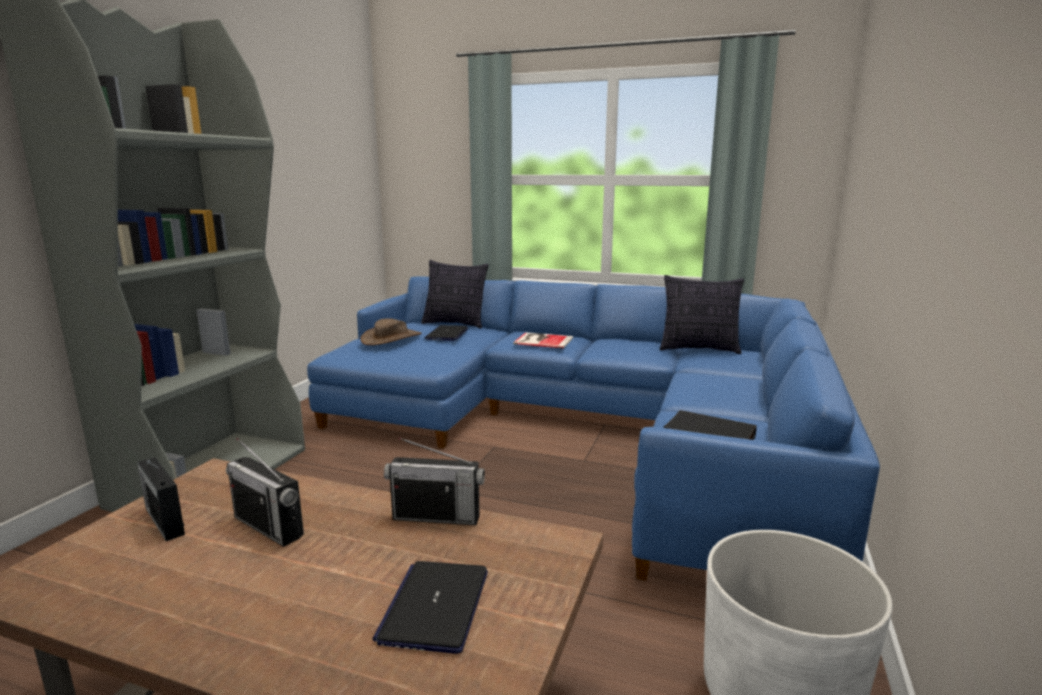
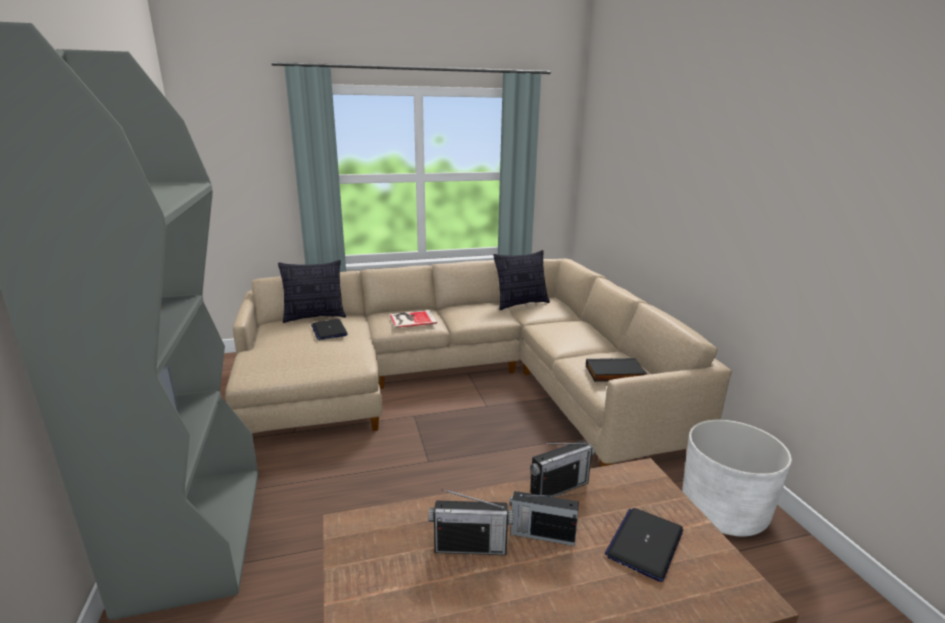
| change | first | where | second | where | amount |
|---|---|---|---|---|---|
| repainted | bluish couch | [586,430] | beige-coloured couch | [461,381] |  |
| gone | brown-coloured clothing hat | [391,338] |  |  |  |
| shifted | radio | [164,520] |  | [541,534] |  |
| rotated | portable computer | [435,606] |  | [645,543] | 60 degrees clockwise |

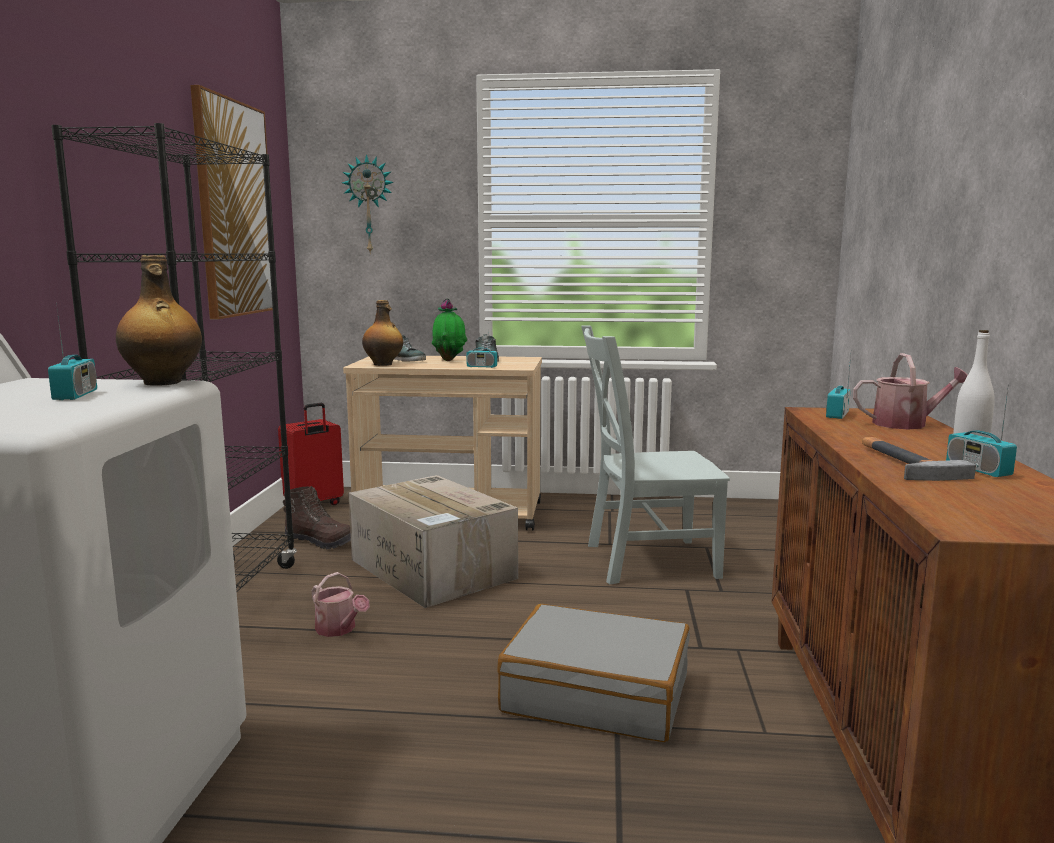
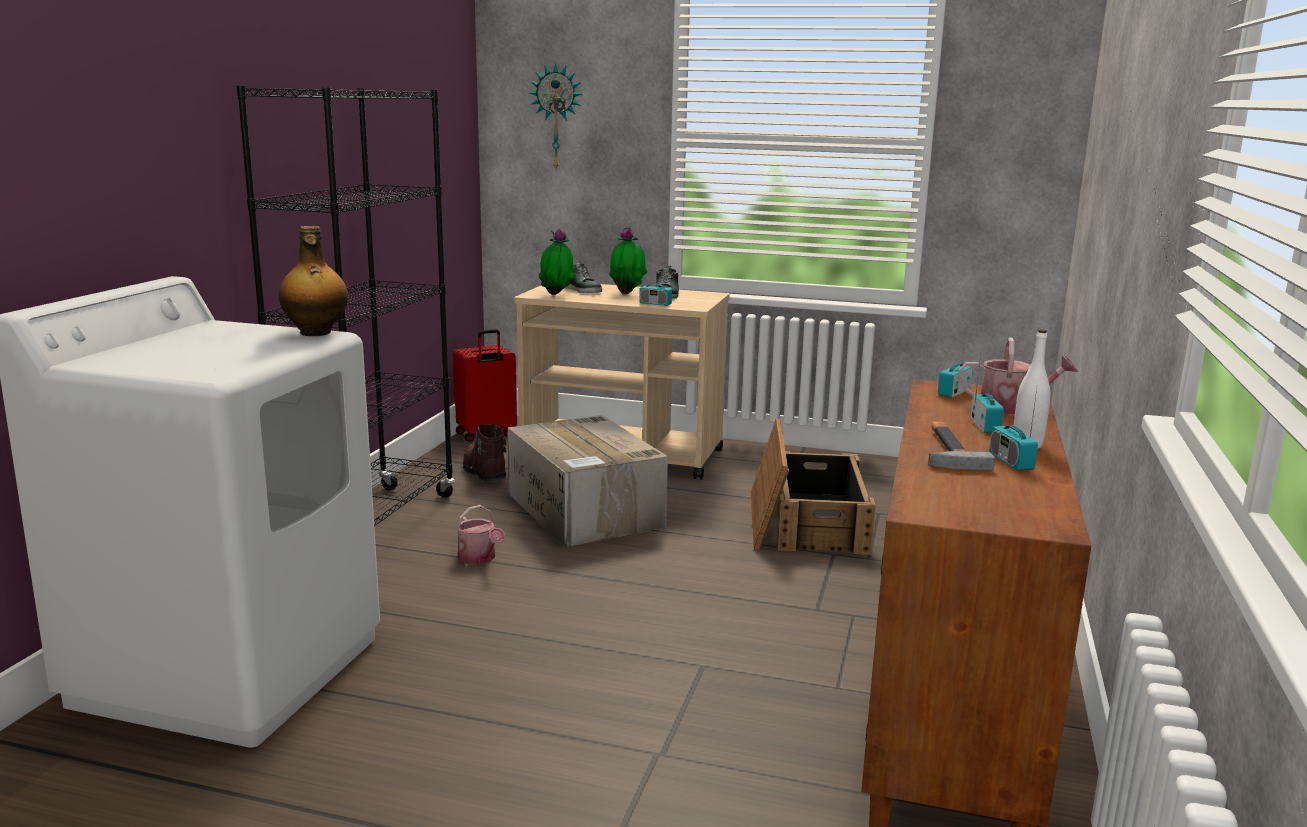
| change | first | where | second | where | amount |
|---|---|---|---|---|---|
| gone | picture | [234,209] |  |  |  |
| swapped | bottle | [383,364] | plant in a pot | [556,295] |  |
| shifted | radio | [76,395] |  | [985,426] |  |
| swapped | grey plain chair | [644,561] | crate | [804,521] |  |
| rotated | brown-coloured high-top boot | [320,541] |  | [483,473] | 150 degrees counterclockwise |
| gone | grey travel case | [596,694] |  |  |  |

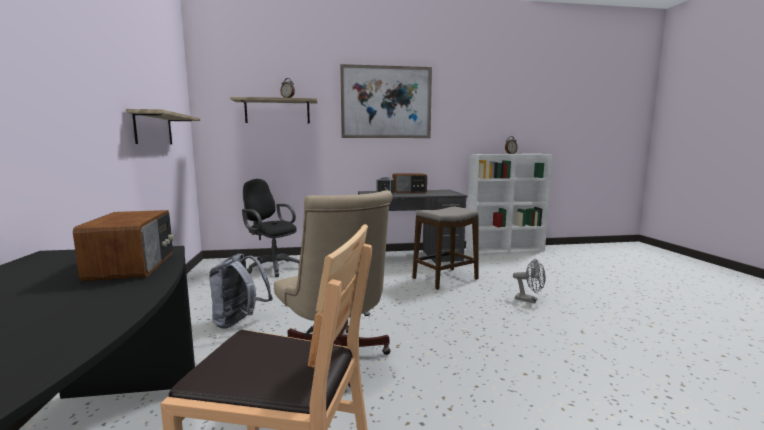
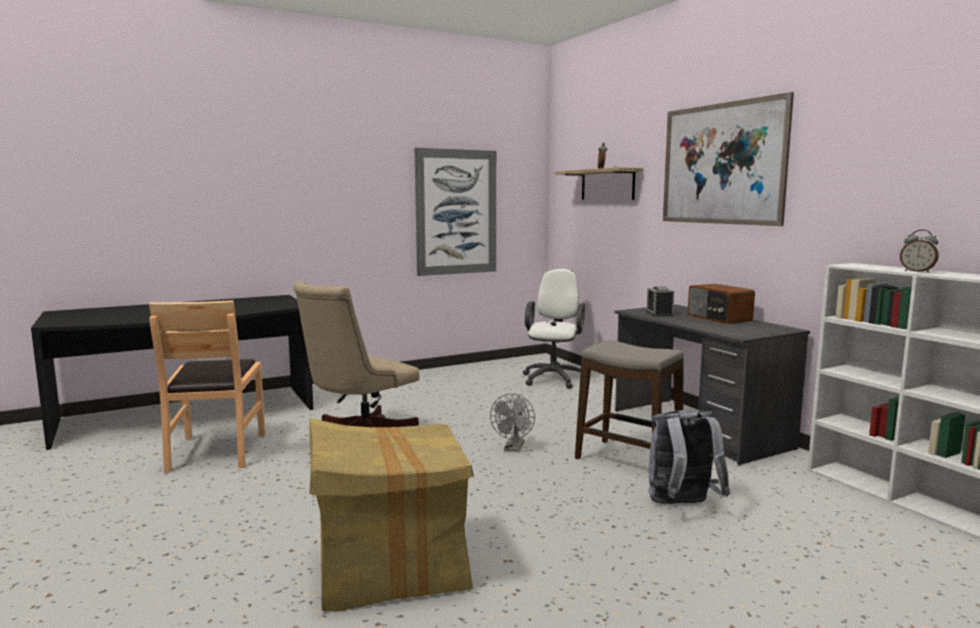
| change | first | where | second | where | amount |
|---|---|---|---|---|---|
| swapped | wall shelf | [153,129] | picture | [456,212] |  |
| repainted | blackish computer chair | [272,267] | white-coloured computer chair | [554,378] |  |
| gone | radio | [134,265] |  |  |  |
| shifted | grey rucksack | [239,322] |  | [681,505] |  |
| shifted | grey fan | [529,300] |  | [513,448] |  |
| new |  |  | carton | [390,566] |  |

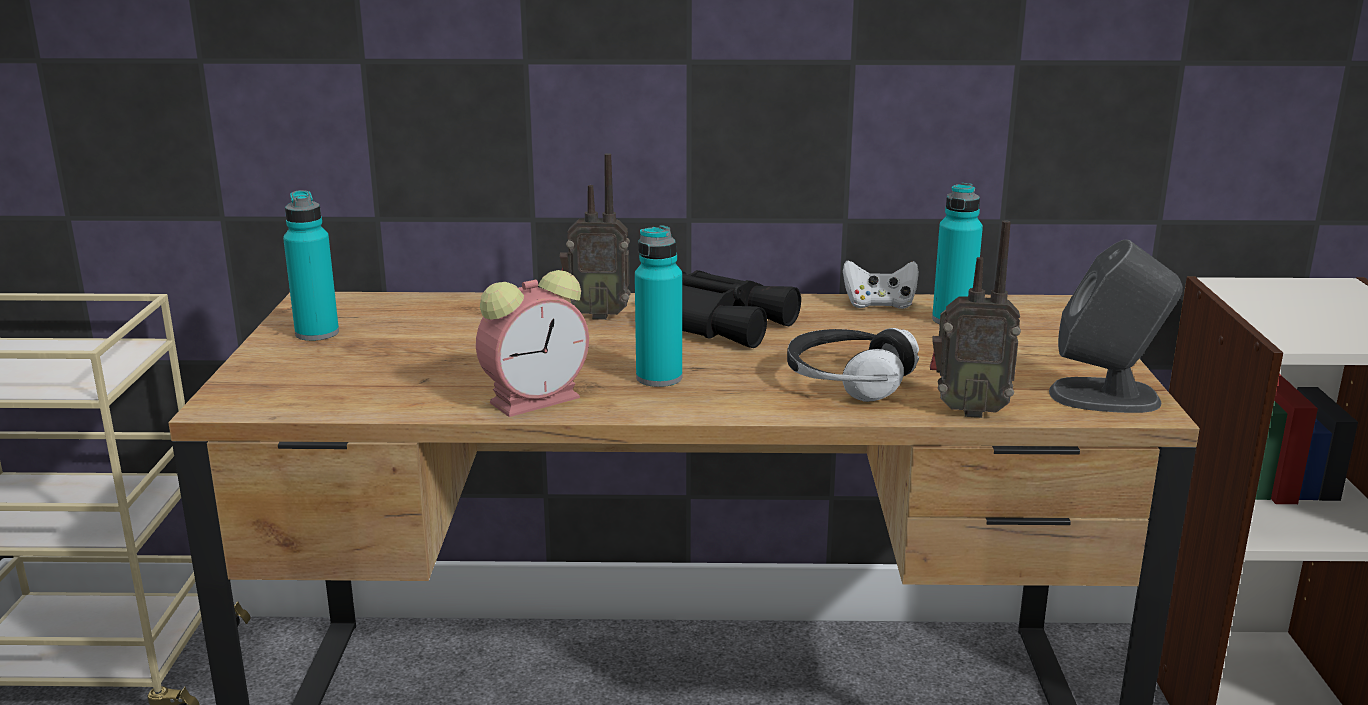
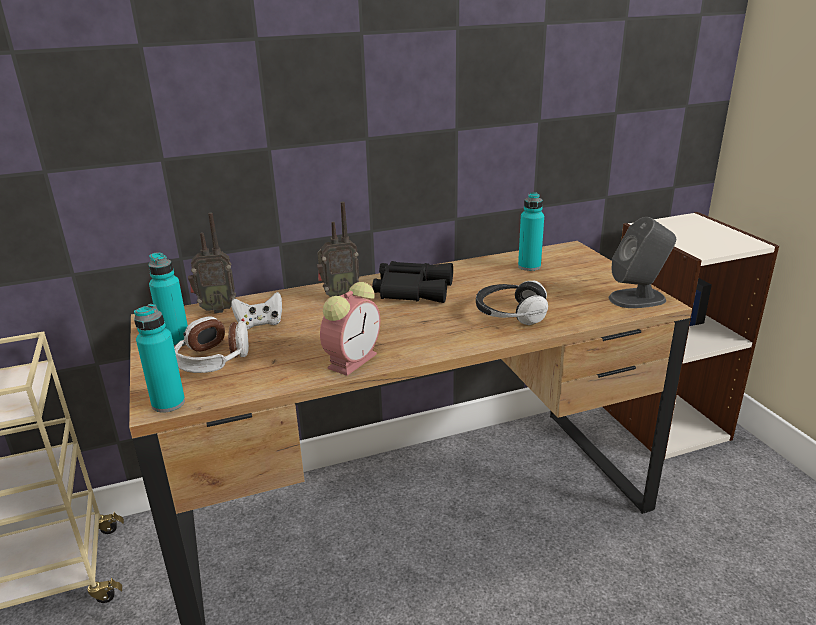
| change | first | where | second | where | amount |
|---|---|---|---|---|---|
| shifted | radio | [967,410] |  | [216,309] |  |
| shifted | turquoise-coloured bottle | [659,378] |  | [168,403] |  |
| shifted | white-coloured gamepad | [879,305] |  | [260,324] |  |
| new |  |  | pair of headphones | [213,359] |  |

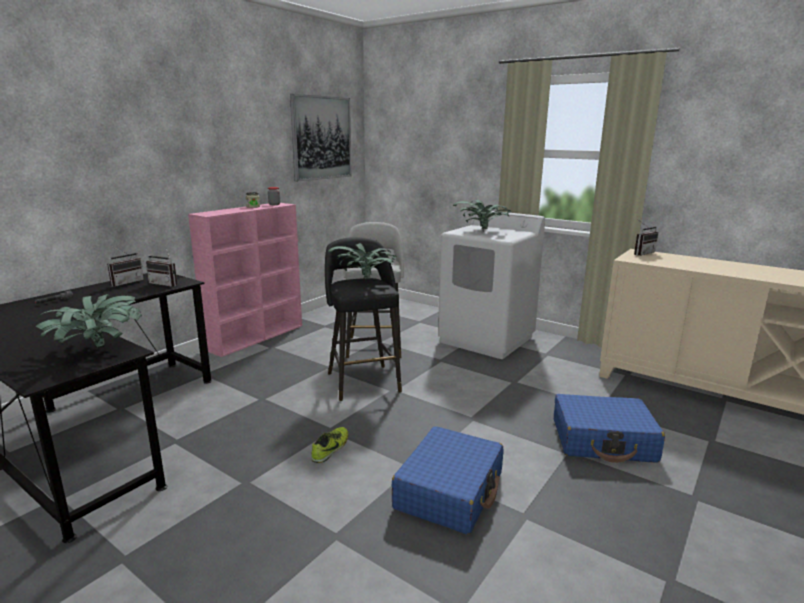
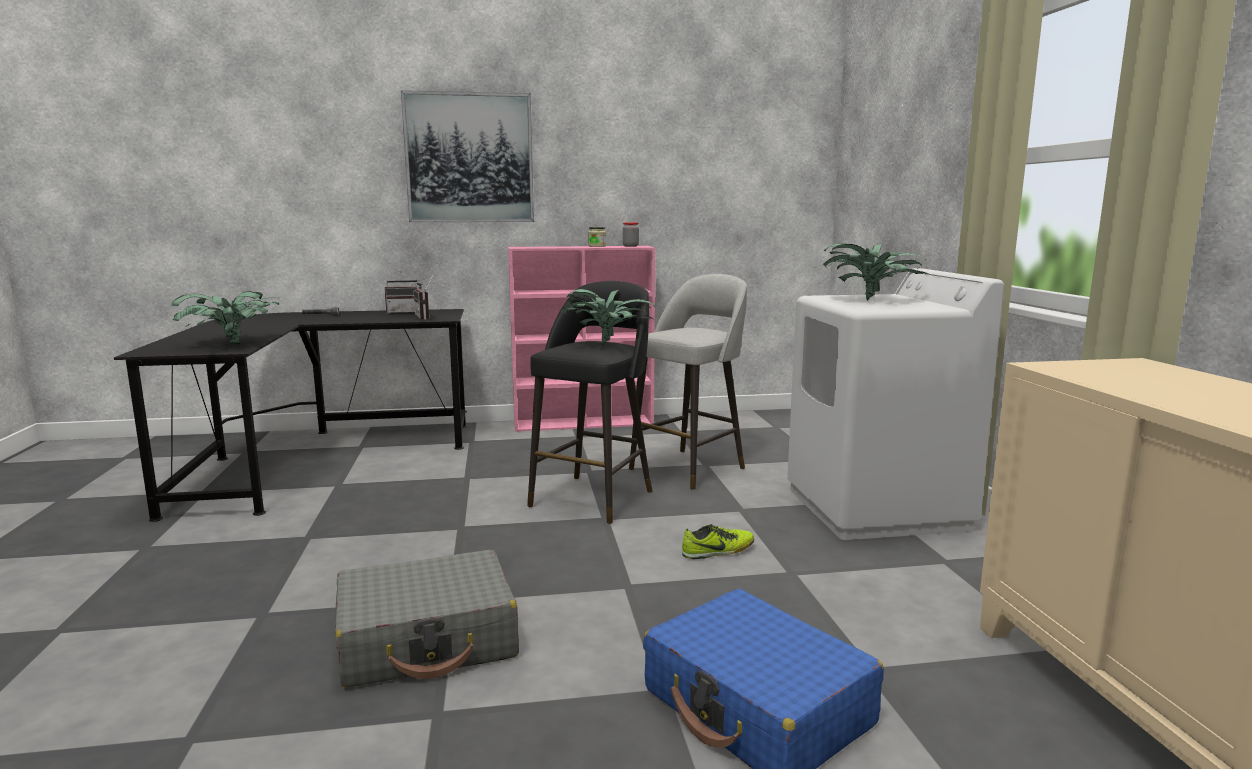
| change | first | where | second | where | amount |
|---|---|---|---|---|---|
| shifted | picture | [321,138] |  | [469,158] |  |
| gone | radio | [641,253] |  |  |  |
| repainted | bluish travel case | [450,491] | grey travel case | [428,640] |  |
| shifted | low shoe | [331,449] |  | [718,551] |  |

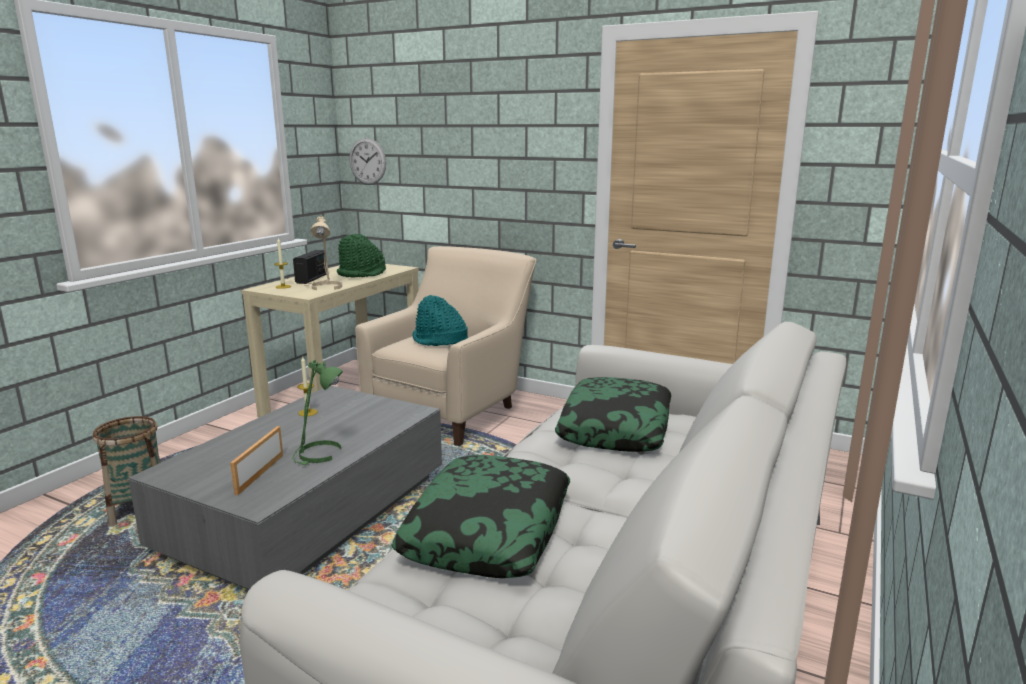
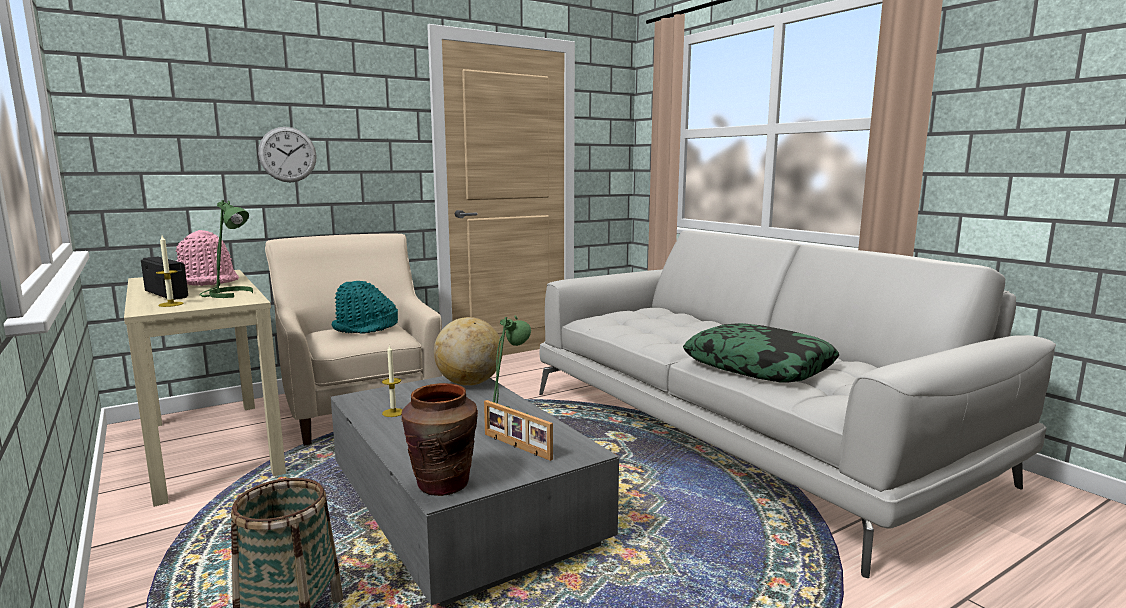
| change | first | where | second | where | amount |
|---|---|---|---|---|---|
| shifted | hanging clock | [367,161] |  | [287,154] |  |
| repainted | beige-coloured lamp for a table | [324,287] | greenish lamp for a table | [229,294] |  |
| repainted | greenish clothing hat | [362,274] | pink clothing hat | [208,282] |  |
| gone | cushion | [616,428] |  |  |  |
| new |  |  | desk globe | [469,383] |  |
| new |  |  | brown-coloured flower vase | [442,484] |  |

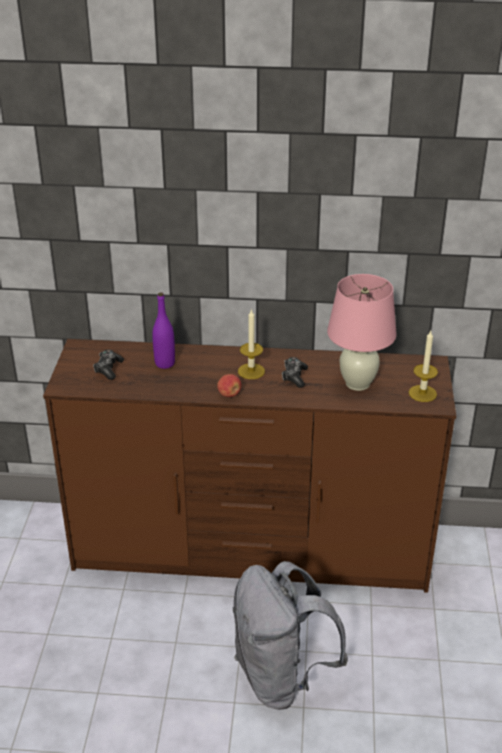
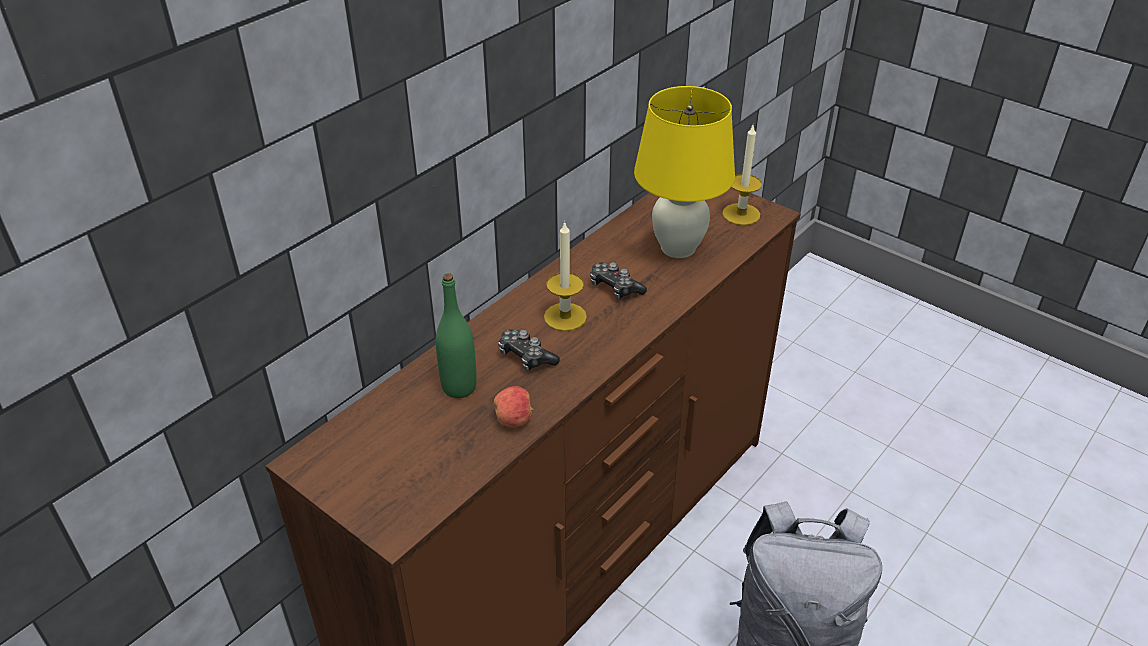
| change | first | where | second | where | amount |
|---|---|---|---|---|---|
| repainted | pink lamp for a table | [357,384] | yellow lamp for a table | [678,248] |  |
| repainted | purple bottle | [165,363] | greenish bottle | [459,387] |  |
| shifted | gamepad | [108,369] |  | [526,357] |  |
| shifted | apple fruit | [229,394] |  | [514,420] |  |

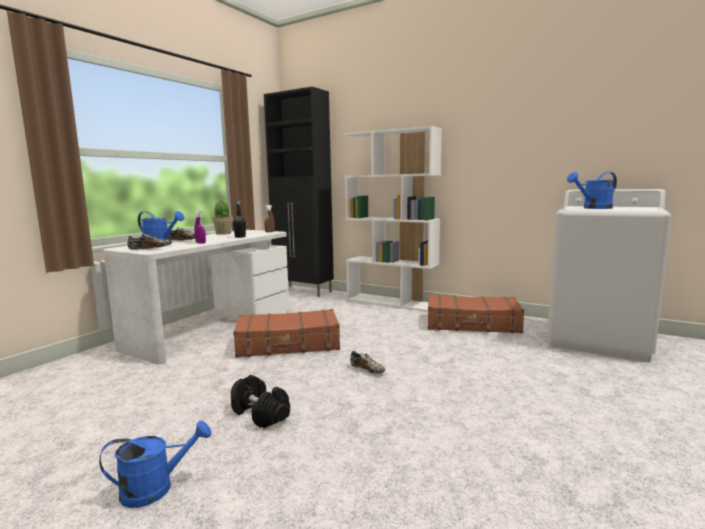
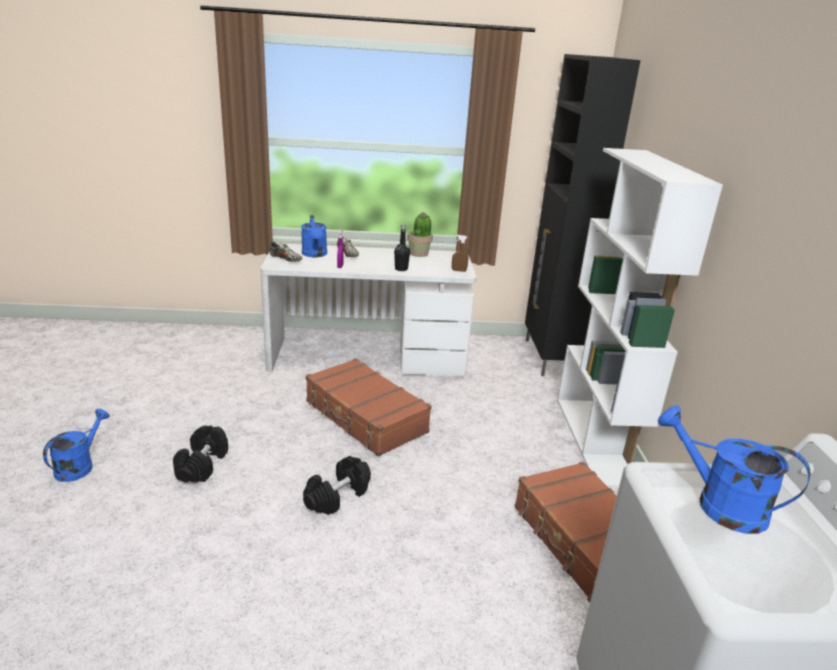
| change | first | where | second | where | amount |
|---|---|---|---|---|---|
| swapped | low shoe | [367,370] | blackish free weight | [337,497] |  |
| rotated | bluish sprinkling can | [156,488] |  | [79,466] | 105 degrees counterclockwise |

